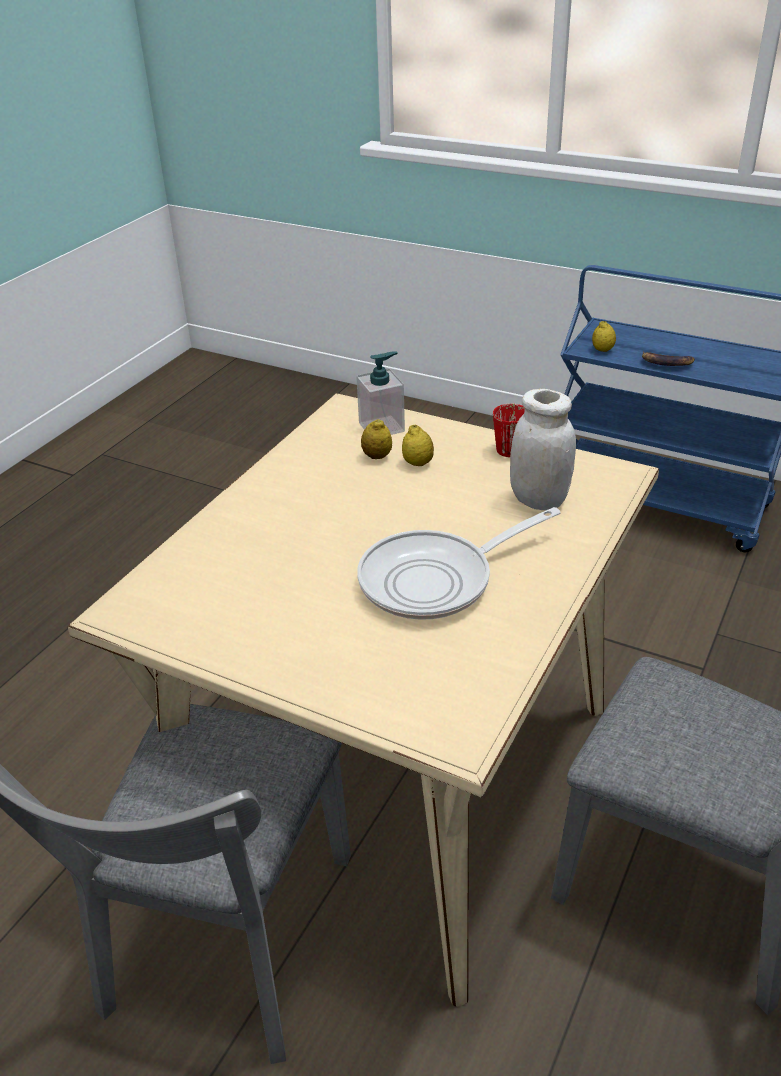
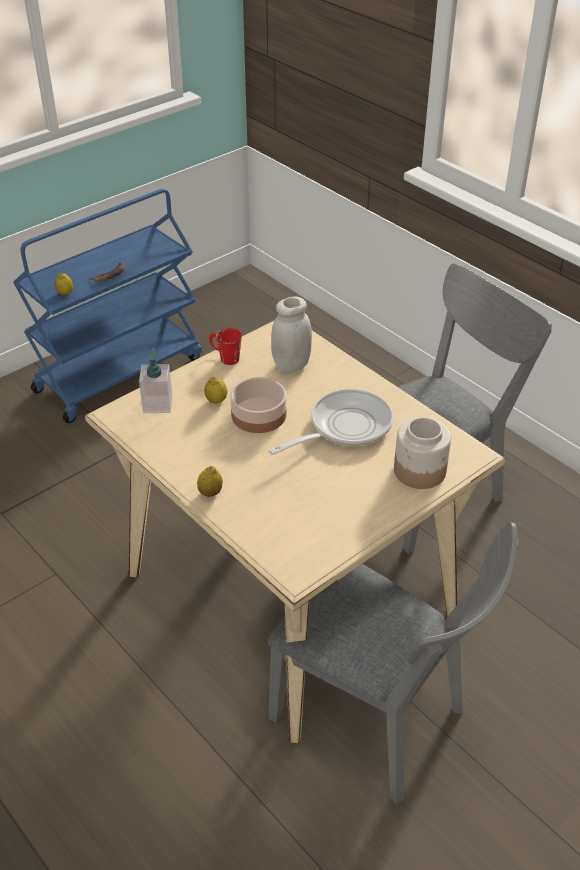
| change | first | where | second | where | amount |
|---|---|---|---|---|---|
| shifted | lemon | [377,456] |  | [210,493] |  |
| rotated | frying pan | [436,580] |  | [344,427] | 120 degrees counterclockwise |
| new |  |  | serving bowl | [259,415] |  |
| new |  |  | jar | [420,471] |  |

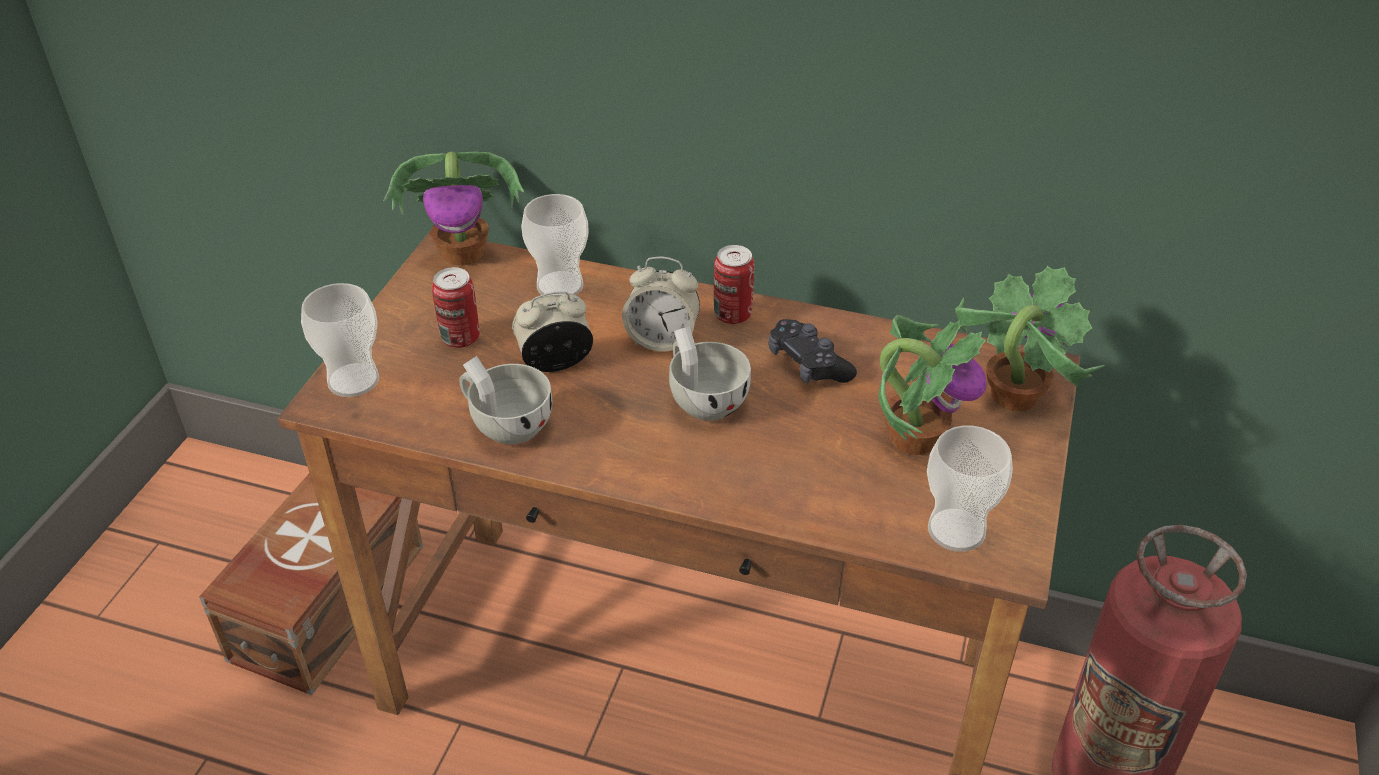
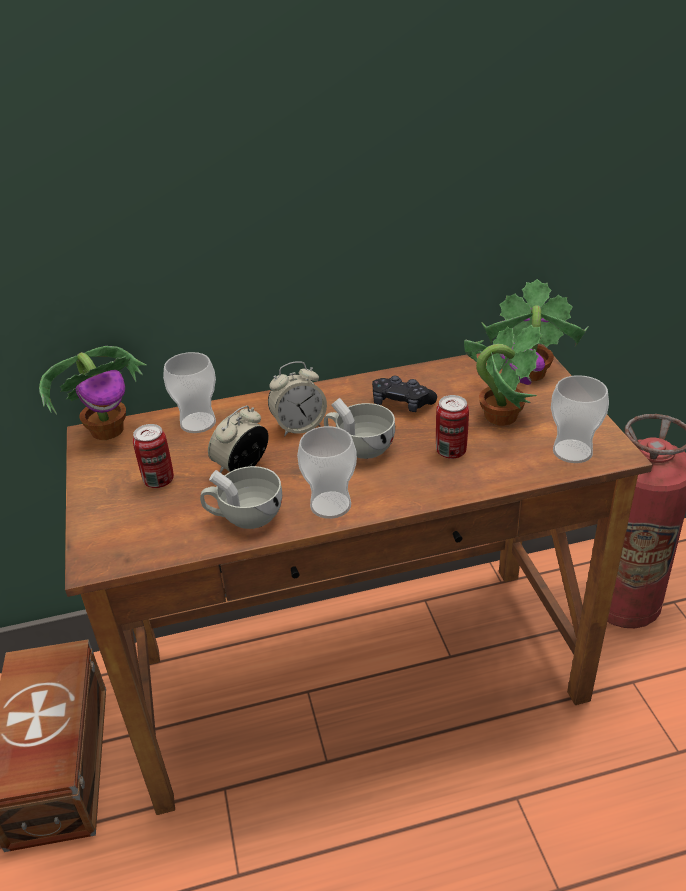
| change | first | where | second | where | amount |
|---|---|---|---|---|---|
| shifted | sealed can | [732,315] |  | [451,451] |  |
| shifted | drinking cup | [353,380] |  | [330,505] |  |

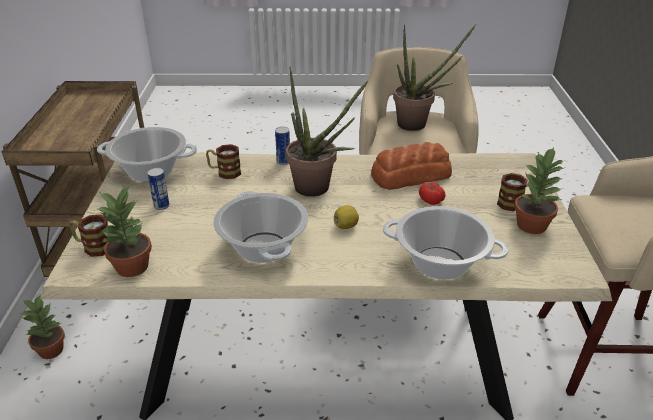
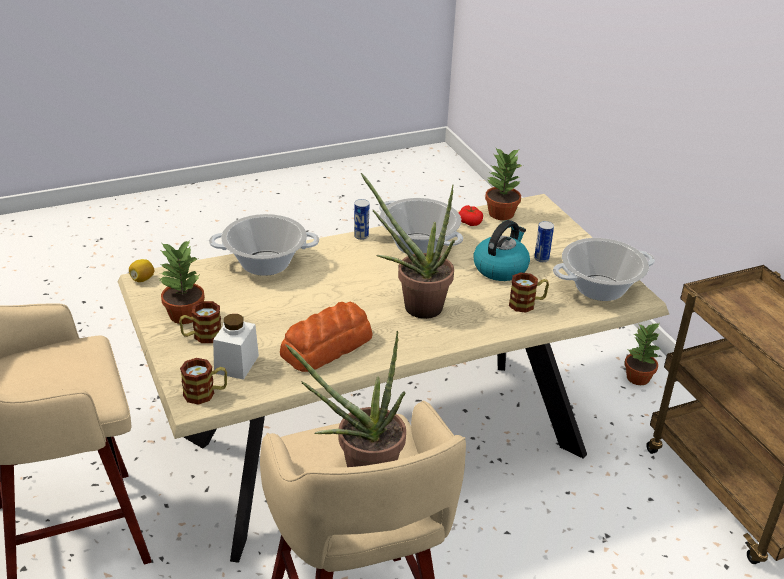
| change | first | where | second | where | amount |
|---|---|---|---|---|---|
| shifted | sealed can | [283,162] |  | [361,236] |  |
| shifted | whole tomato | [431,200] |  | [470,222] |  |
| shifted | lemon | [346,226] |  | [142,279] |  |
| shifted | tea mug | [93,247] |  | [205,393] |  |
| new |  |  | water kettle | [500,268] |  |
| new |  |  | white-coloured jar | [236,364] |  |

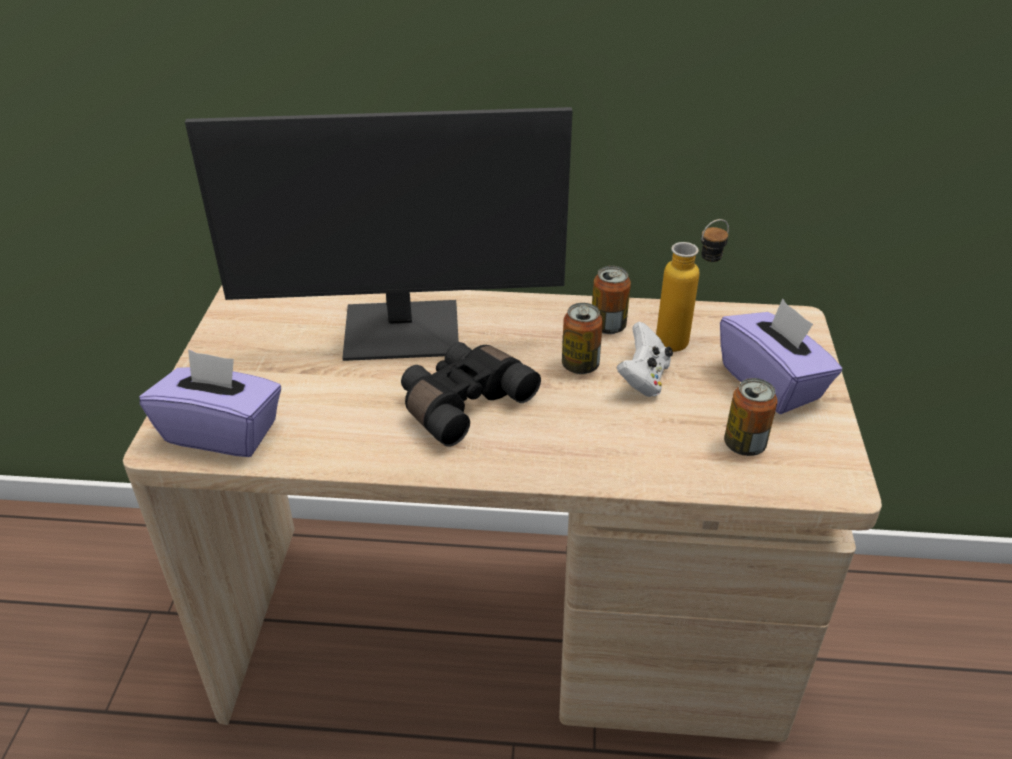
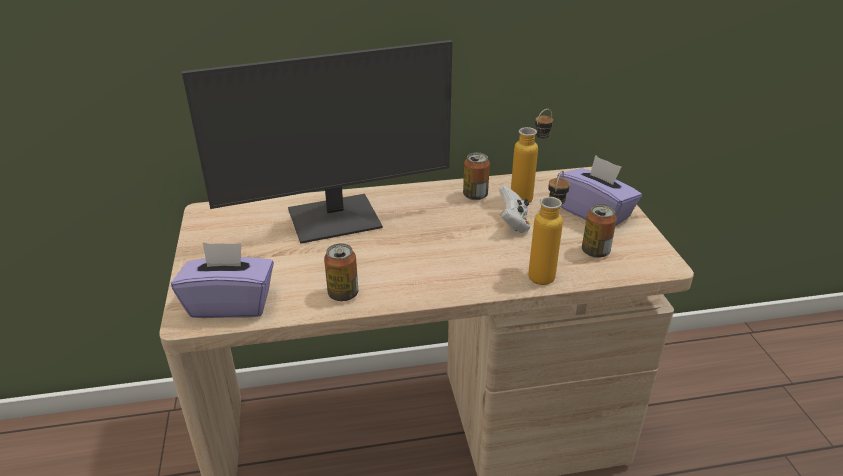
| change | first | where | second | where | amount |
|---|---|---|---|---|---|
| shifted | sealed can | [580,365] |  | [343,294] |  |
| gone | blackish binoculars | [462,402] |  |  |  |
| new |  |  | bottle | [544,271] |  |

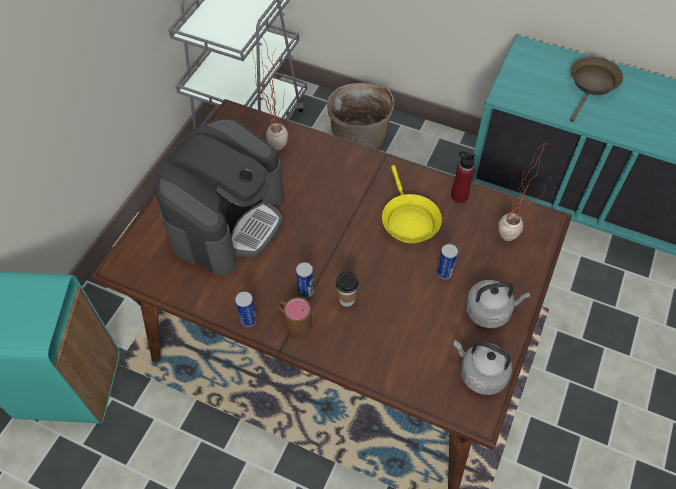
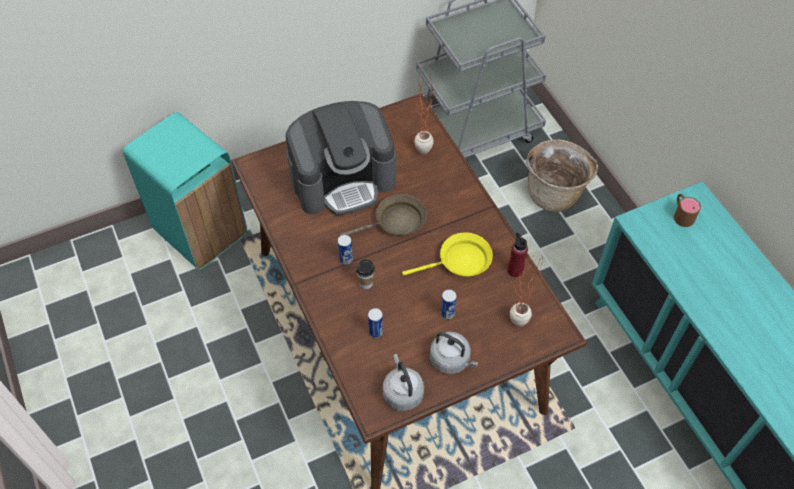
| change | first | where | second | where | amount |
|---|---|---|---|---|---|
| shifted | brown-coloured frying pan | [592,85] |  | [396,222] |  |
| rotated | yellow frying pan | [408,220] |  | [460,261] | 135 degrees counterclockwise |
| shifted | sealed can | [248,320] |  | [376,332] |  |
| shifted | brown-coloured tea mug | [293,320] |  | [681,214] |  |

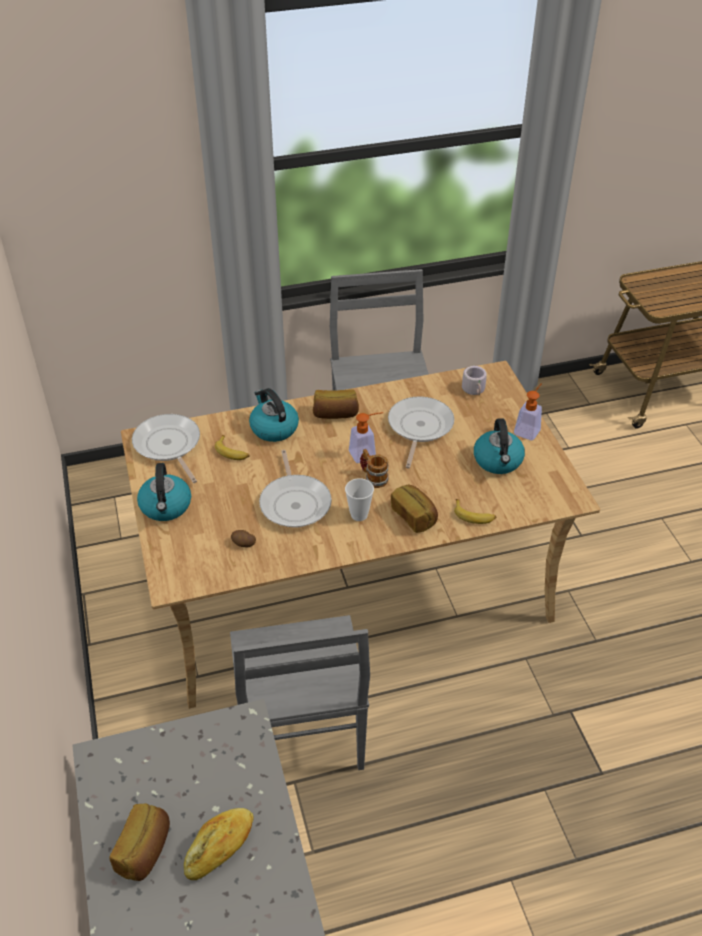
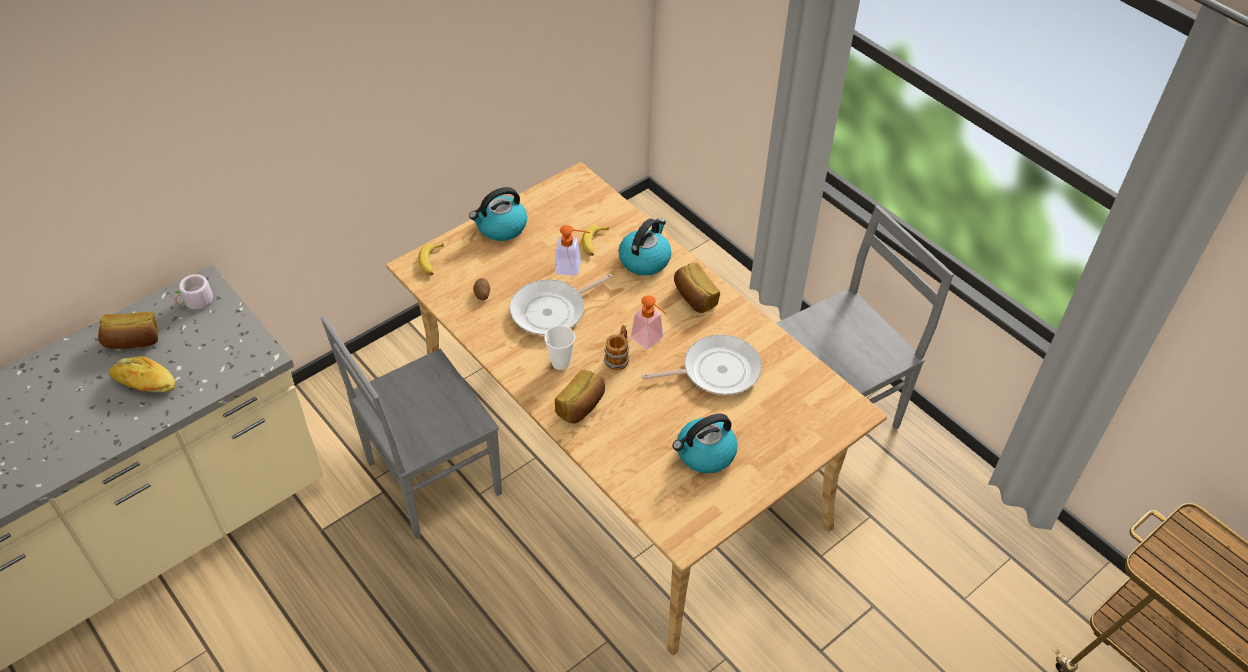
| change | first | where | second | where | amount |
|---|---|---|---|---|---|
| shifted | grey tea mug | [475,390] |  | [196,303] |  |
| shifted | soap bottle | [528,429] |  | [573,268] |  |
| gone | frying pan | [168,446] |  |  |  |
| shifted | banana fruit | [474,515] |  | [431,262] |  |

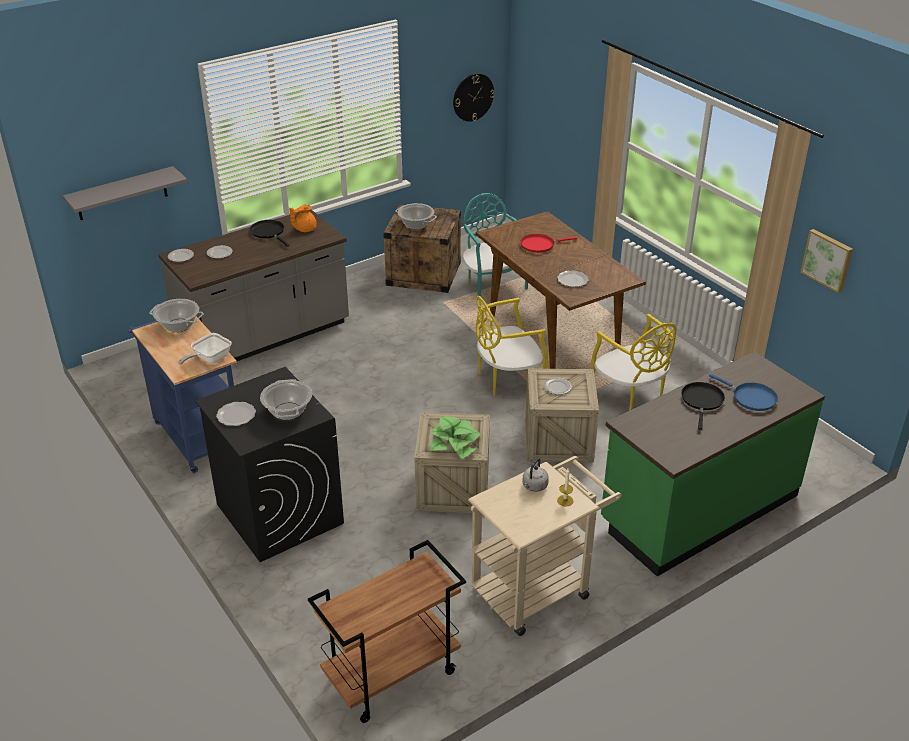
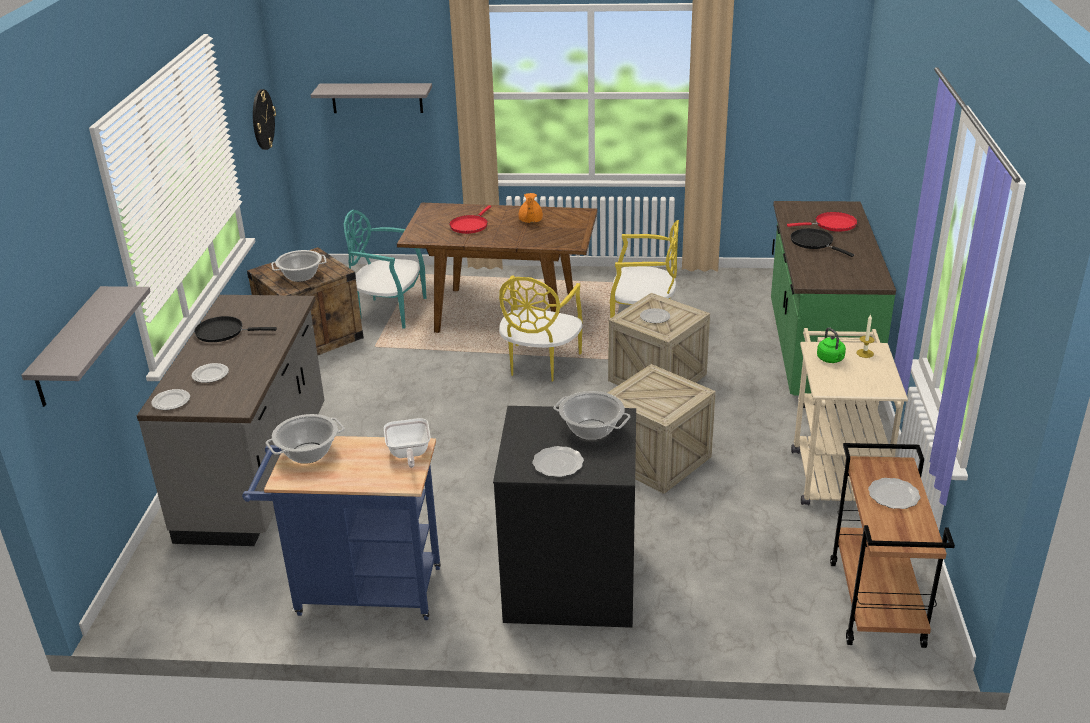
| change | first | where | second | where | amount |
|---|---|---|---|---|---|
| shifted | orange-coloured pot for tea | [304,229] |  | [530,221] |  |
| gone | picture | [827,260] |  |  |  |
| shifted | dinner plate | [572,280] |  | [893,495] |  |
| repainted | bluish frying pan | [751,398] | red frying pan | [832,225] |  |
| gone | plant in a pot | [454,443] |  |  |  |
| repainted | grey water kettle | [534,486] | greenish water kettle | [831,359] |  |
| new |  |  | grey wall shelf | [377,98] |  |

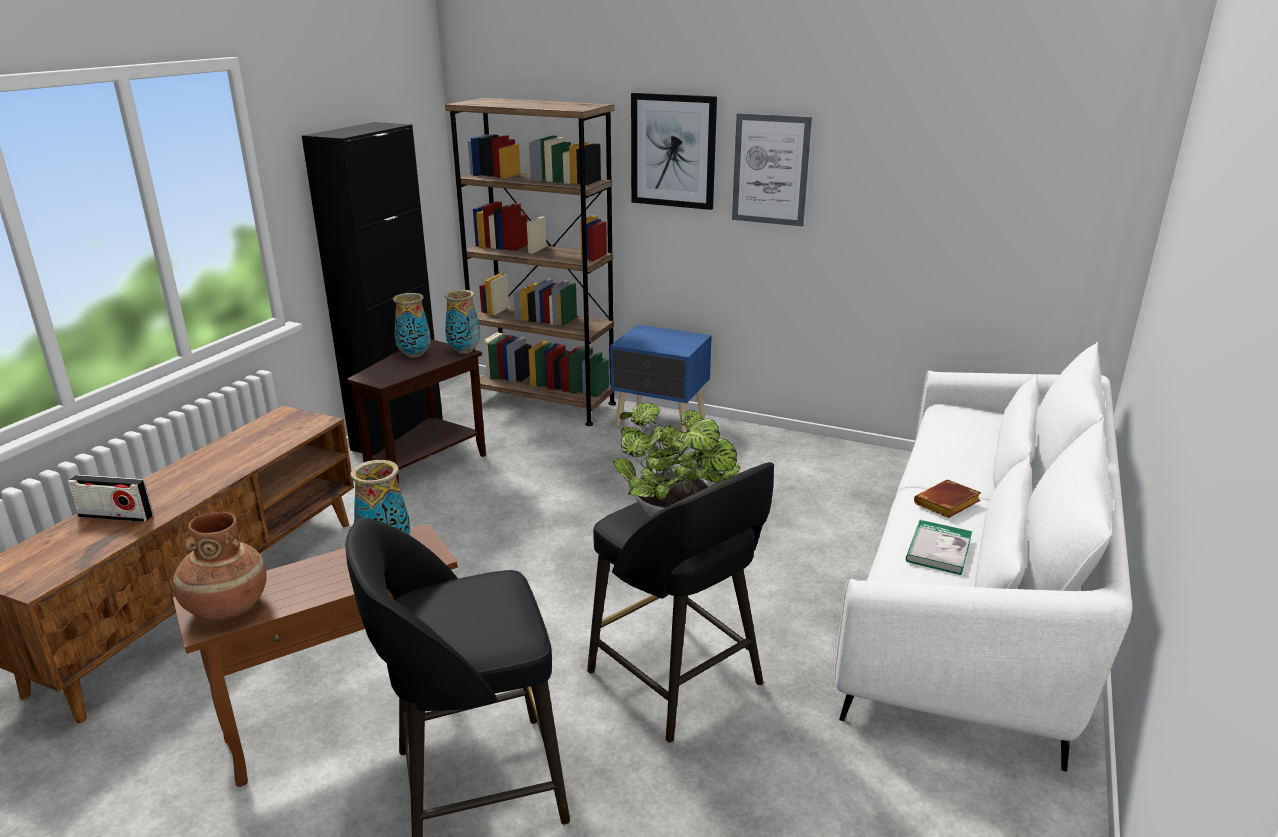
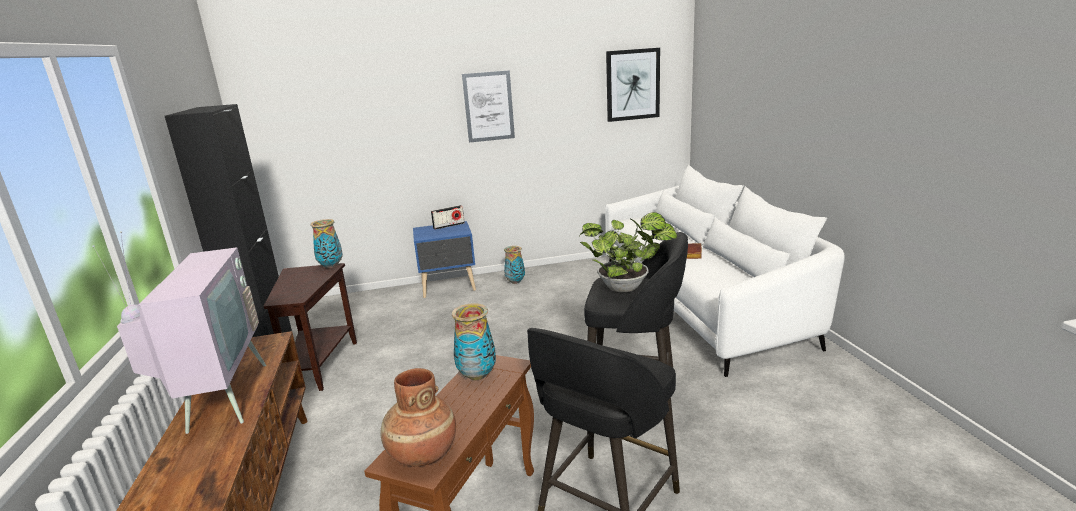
| change | first | where | second | where | amount |
|---|---|---|---|---|---|
| shifted | picture | [673,151] |  | [632,84] |  |
| gone | brown-coloured bookcase | [544,403] |  |  |  |
| shifted | flower vase | [414,355] |  | [515,282] |  |
| shifted | radio | [116,516] |  | [449,225] |  |
| gone | bound book | [938,550] |  |  |  |
| new |  |  | TV set | [218,397] |  |

